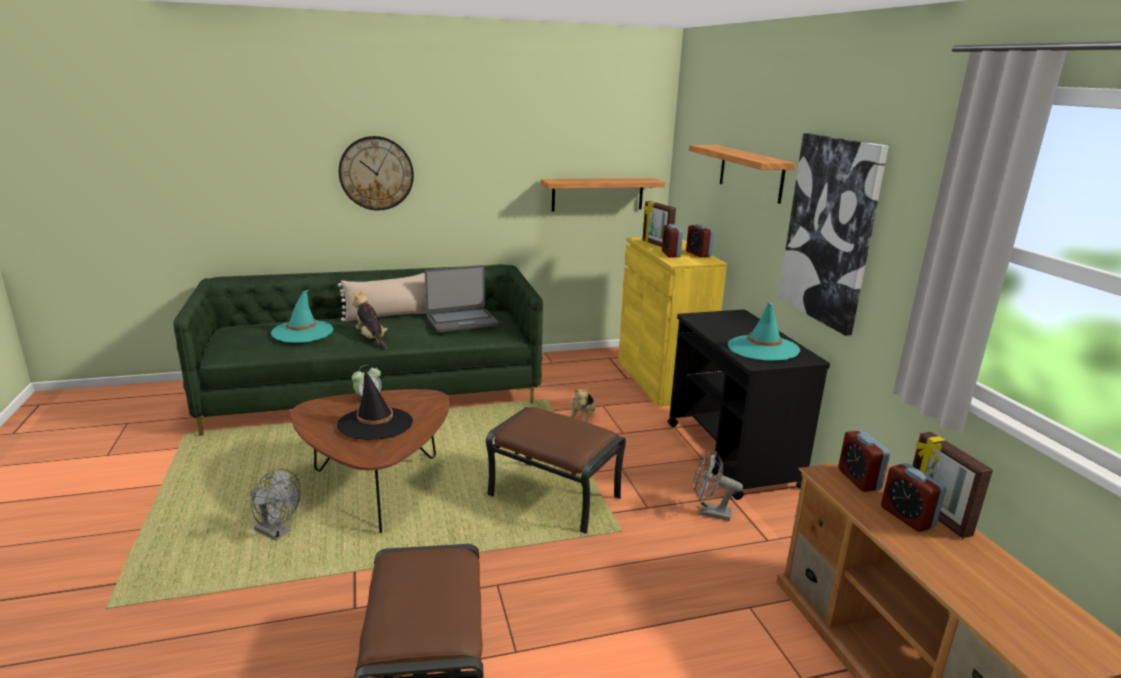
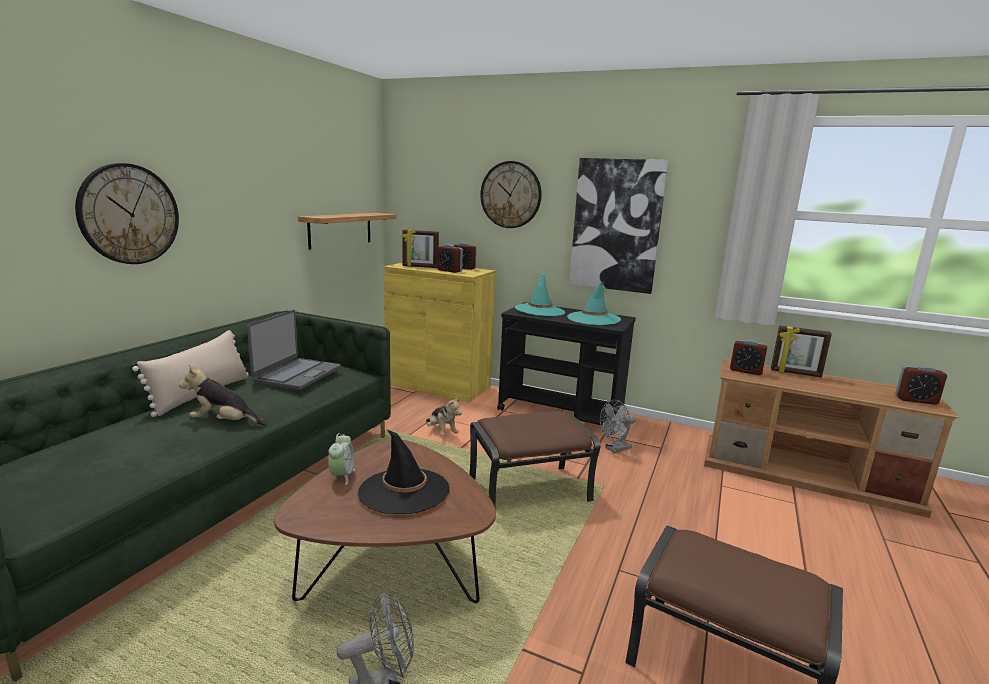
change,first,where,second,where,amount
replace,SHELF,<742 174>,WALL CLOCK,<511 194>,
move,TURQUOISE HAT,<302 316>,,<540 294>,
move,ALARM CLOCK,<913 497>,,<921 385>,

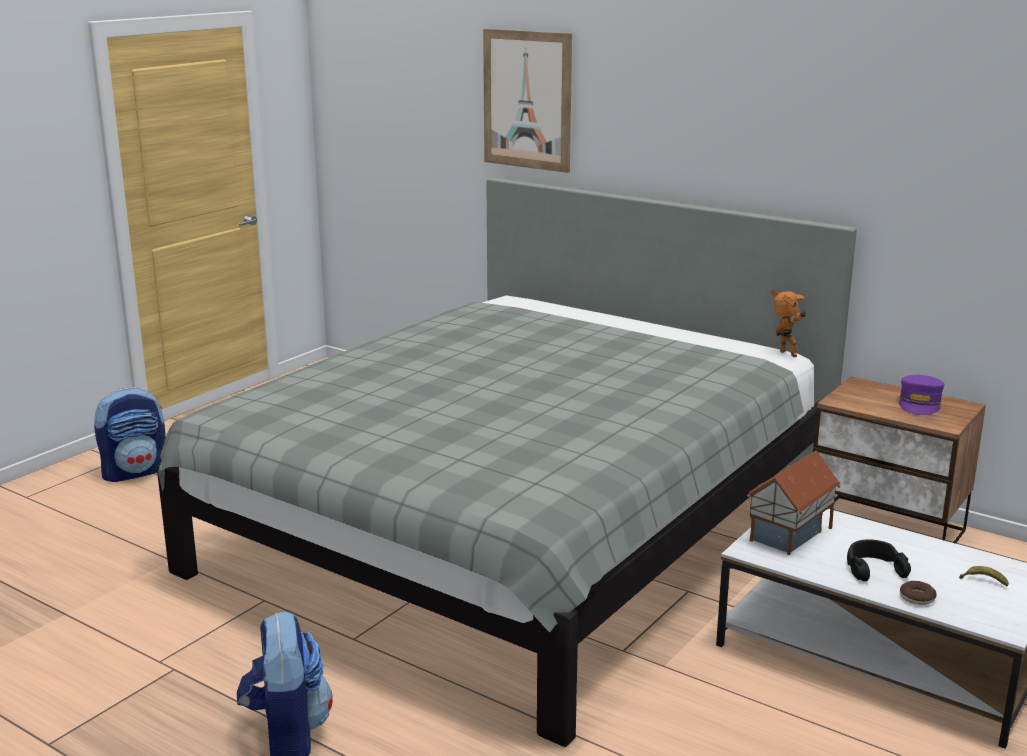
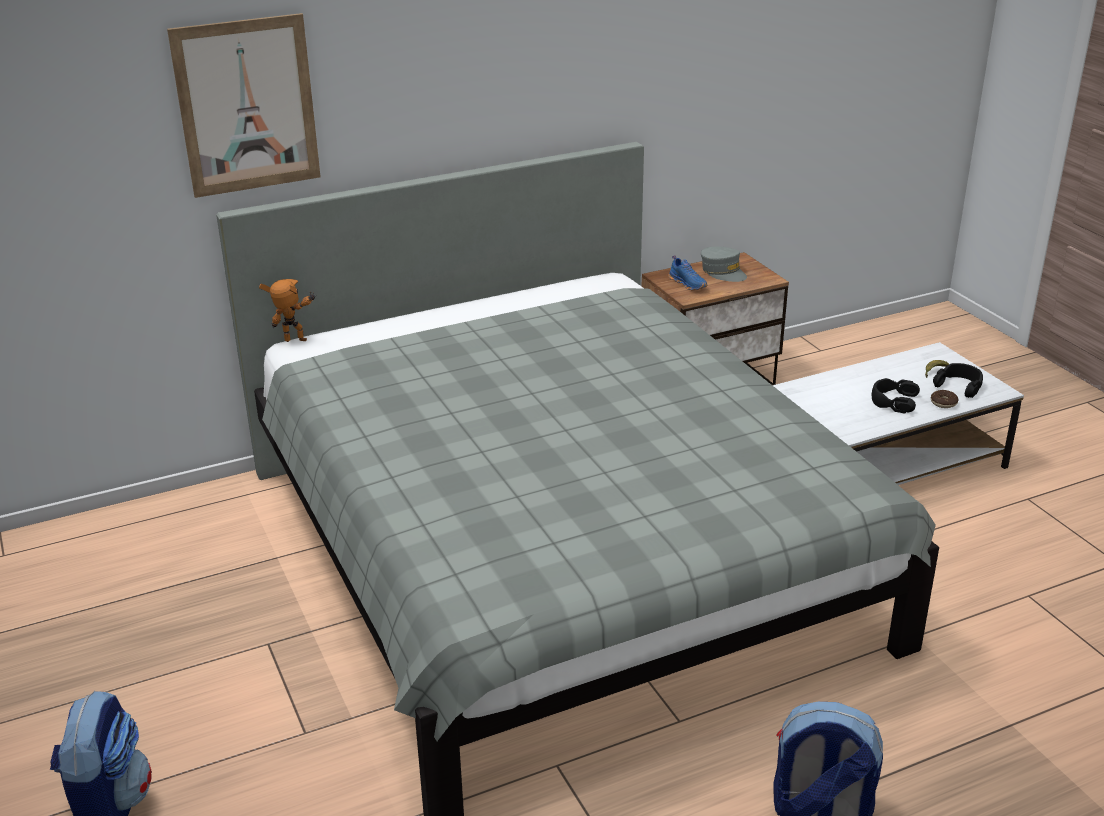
change,first,where,second,where,amount
move,TOY ROBOT,<788 323>,,<287 310>,
recolor,PURPLE CAP,<921 395>,GREY CAP,<724 264>,
delete,TOY HOUSE,<794 502>,,,
insert,,,BLUE SHOE,<687 273>,
insert,,,BLACK HEADPHONES,<958 380>,

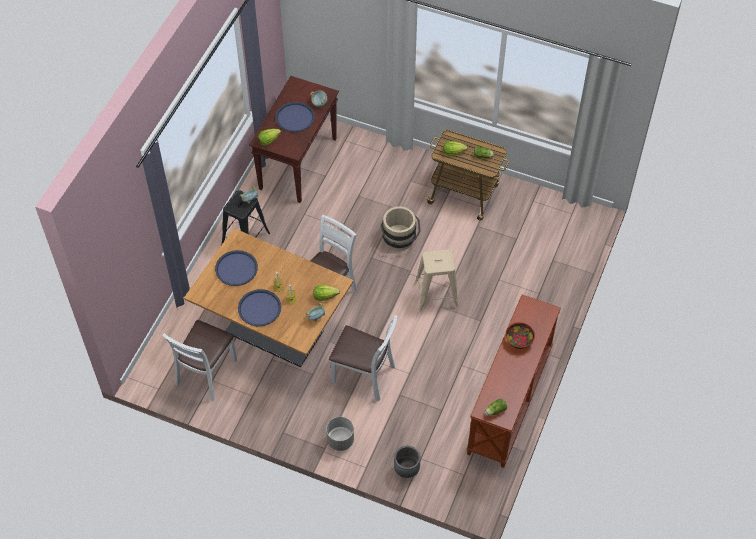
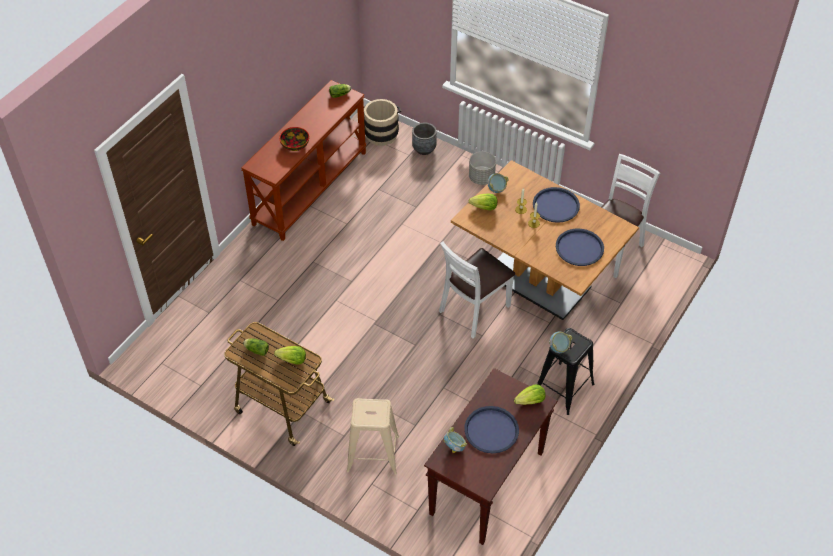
change,first,where,second,where,amount
move,BEIGE BUCKET,<401 228>,,<382 122>,
move,BEIGE STOOL,<436 281>,,<373 436>,
delete,WHITE CHAIR,<363 358>,,,

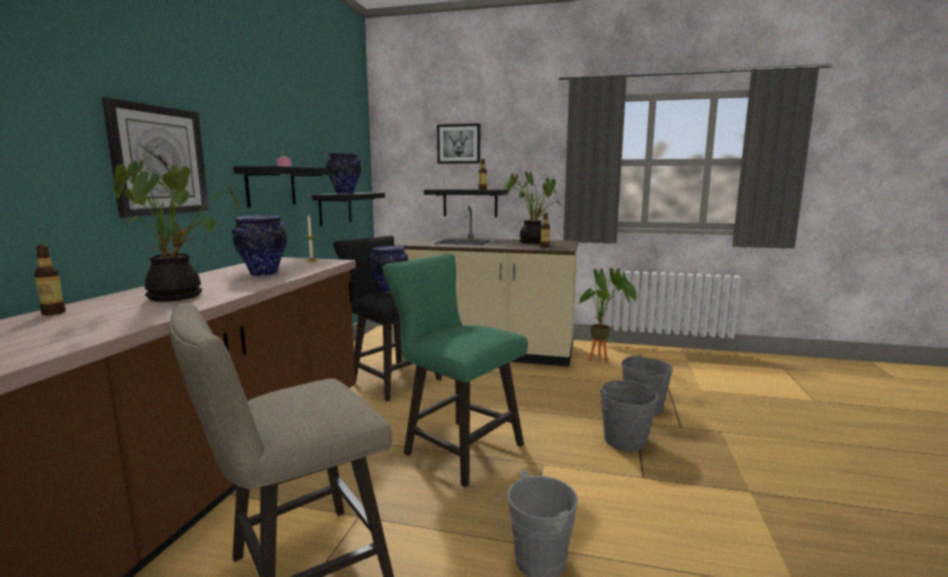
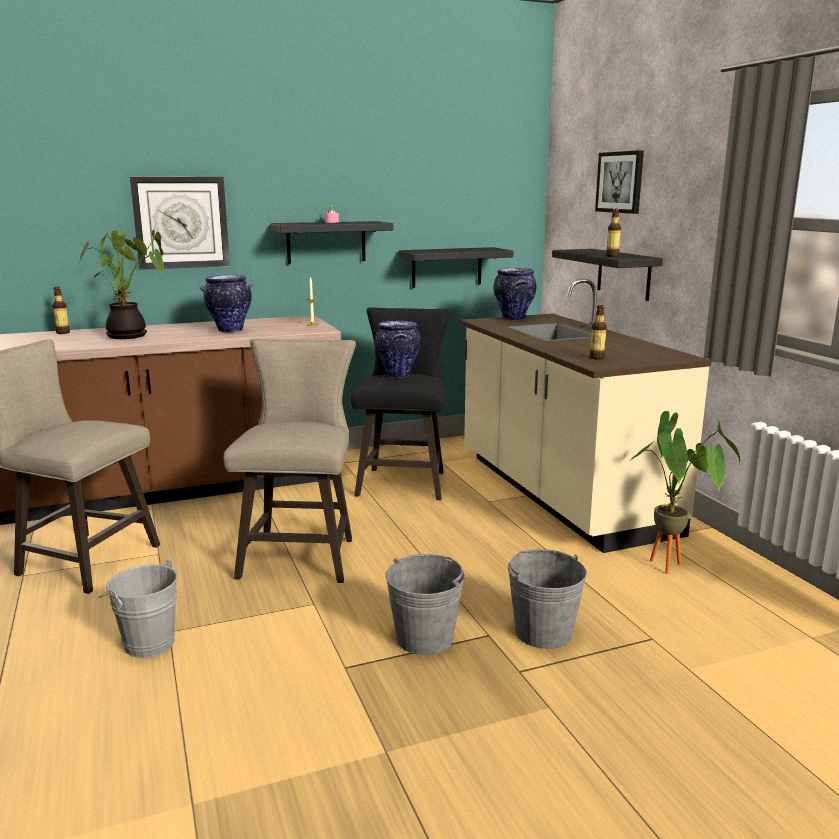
change,first,where,second,where,amount
move,VASE,<343 173>,,<514 294>,
delete,POTTED PLANT,<533 207>,,,
recolor,GREEN STOOL,<455 370>,BEIGE STOOL,<289 461>,

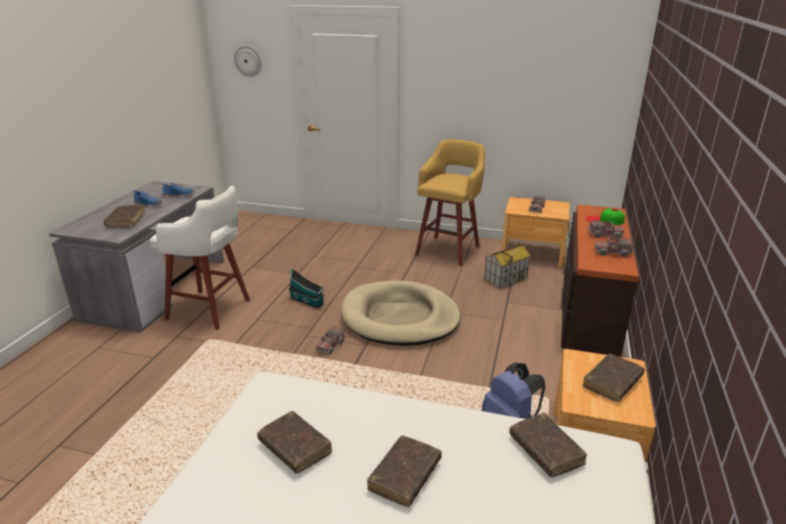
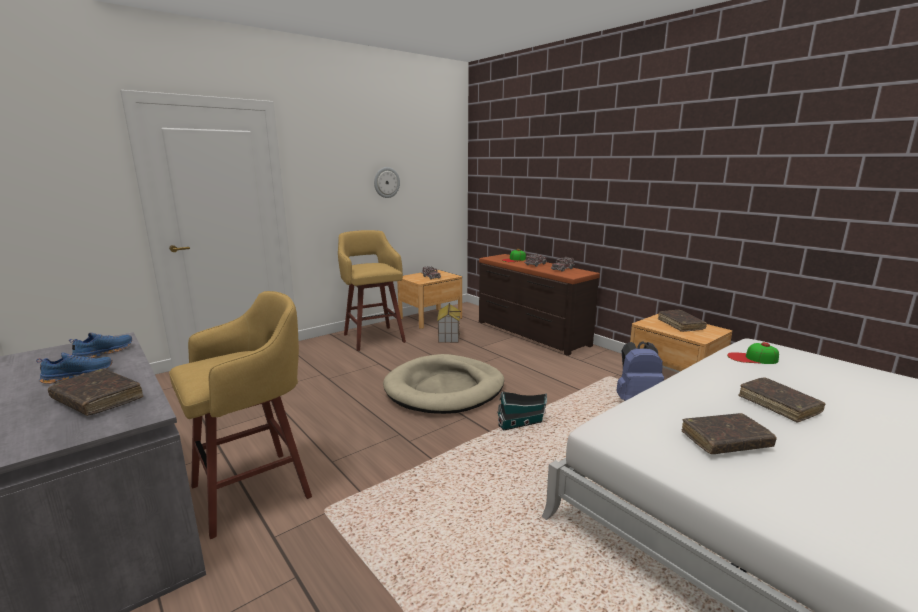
change,first,where,second,where,amount
move,WALL CLOCK,<248 61>,,<387 182>,
recolor,WHITE STOOL,<200 258>,YELLOW STOOL,<240 415>,
move,TOY HOUSE,<306 288>,,<522 410>,
delete,TOY TRUCK,<330 340>,,,
replace,BROWN BOOK,<548 445>,CAP,<753 353>,

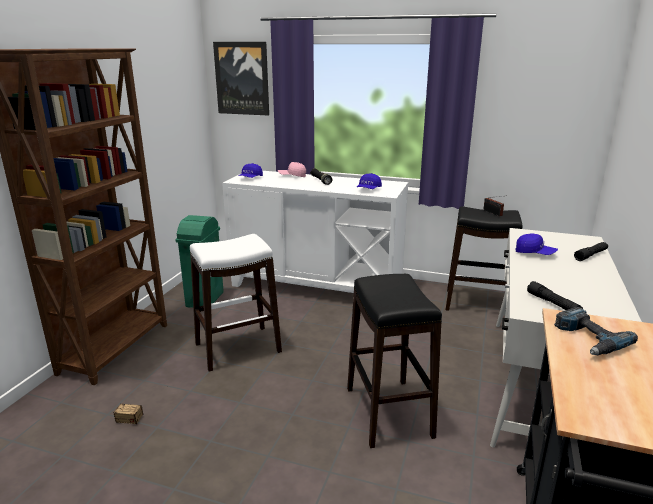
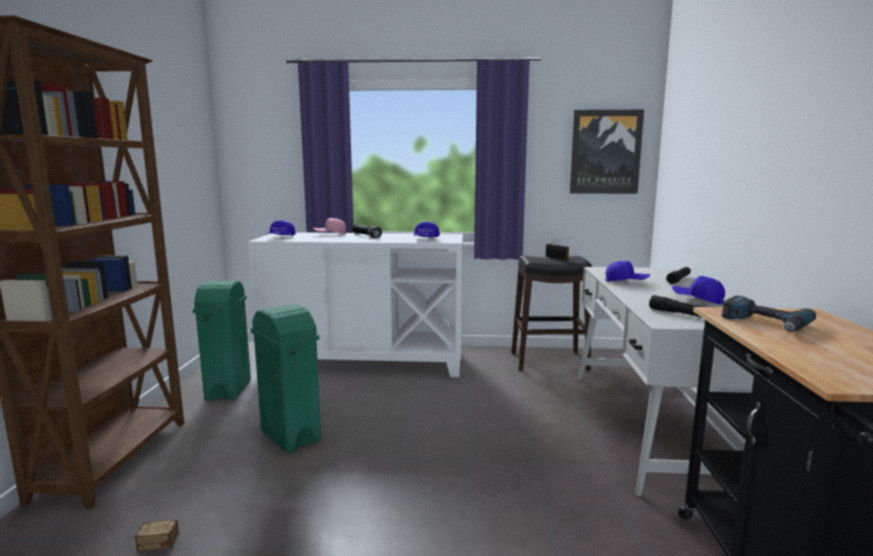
change,first,where,second,where,amount
move,PICTURE,<241 79>,,<607 152>,
replace,WHITE STOOL,<236 303>,GREEN TRASH CAN,<286 378>,
delete,BLACK STOOL,<394 361>,,,
insert,,,BLUE CAP,<698 290>,

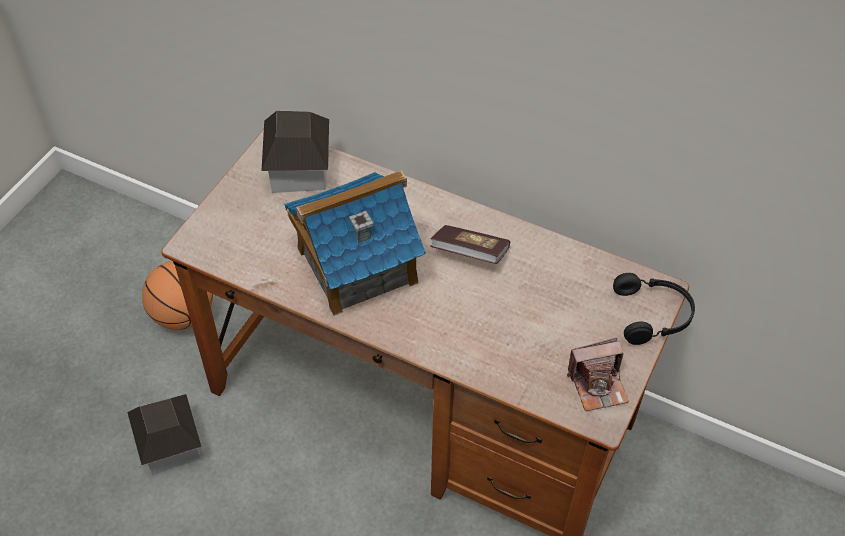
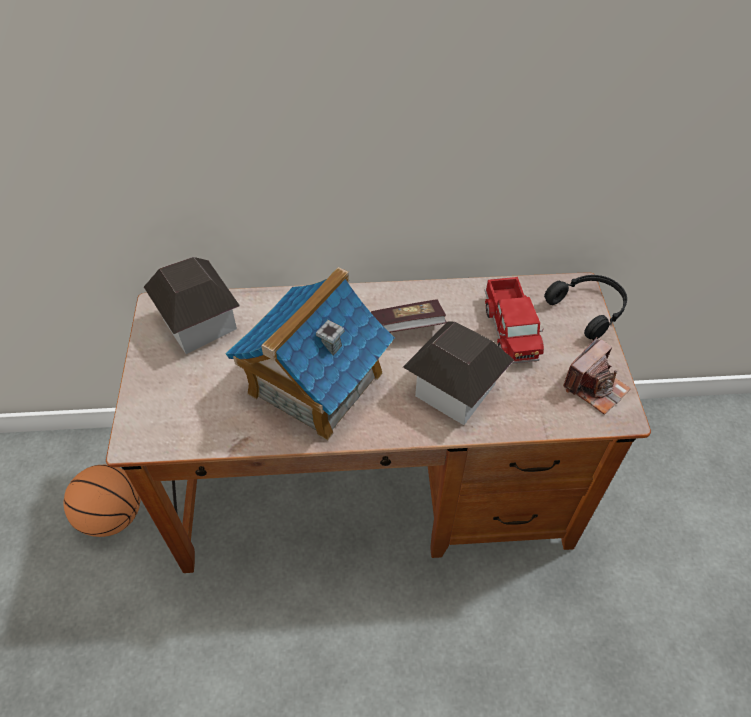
change,first,where,second,where,amount
move,TOY HOUSE,<164 434>,,<458 373>,
insert,,,TOY TRUCK,<514 320>,

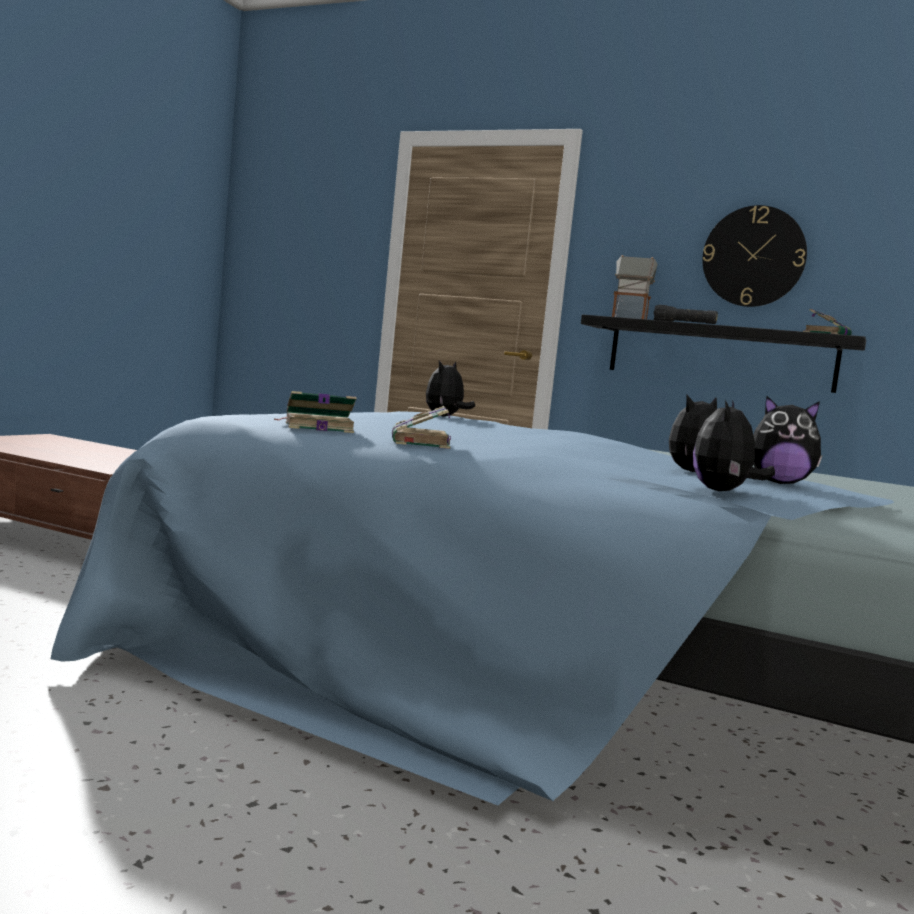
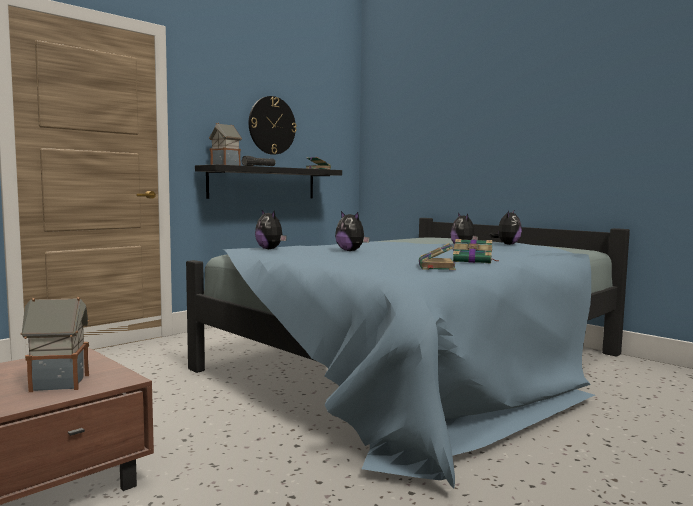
change,first,where,second,where,amount
move,PLUSH TOY,<734 445>,,<352 231>,
insert,,,TOY HOUSE,<55 344>,

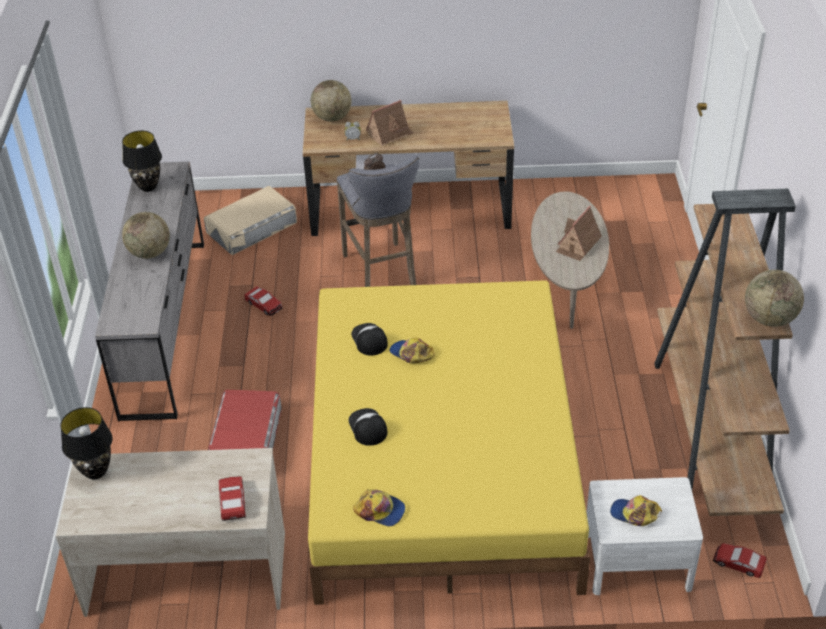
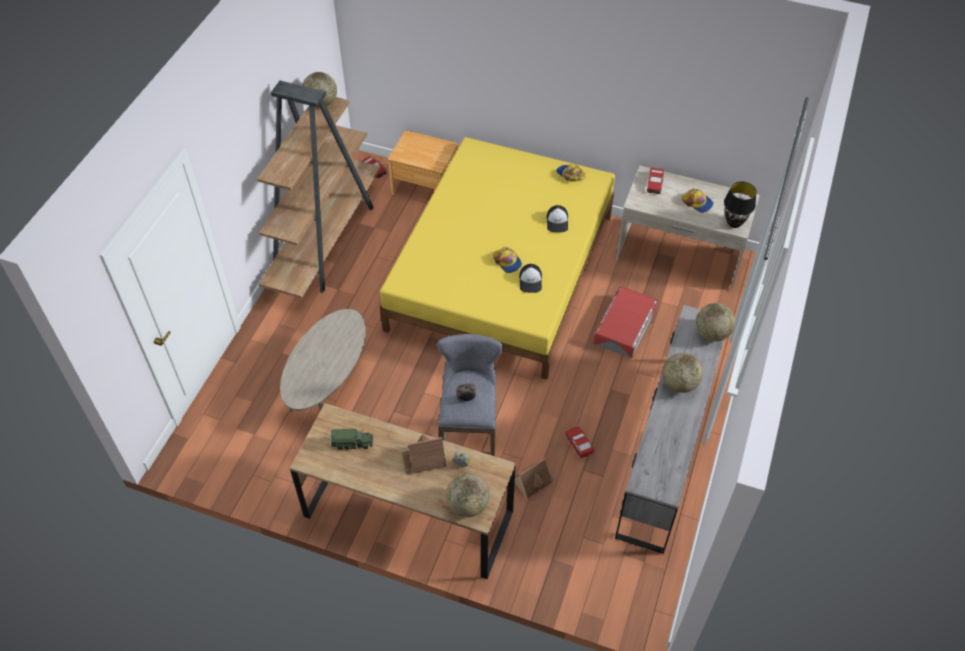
change,first,where,second,where,amount
delete,BLACK TABLE LAMP,<142 161>,,,
delete,BEIGE STORAGE BOX,<250 220>,,,
move,TOY HOUSE,<579 233>,,<535 478>,
recolor,WHITE NIGHTSTAND,<644 536>,BROWN NIGHTSTAND,<423 163>,
move,CAP,<636 510>,,<697 200>,
insert,,,GLOBE,<715 322>,
insert,,,TOY TRUCK,<352 439>,

